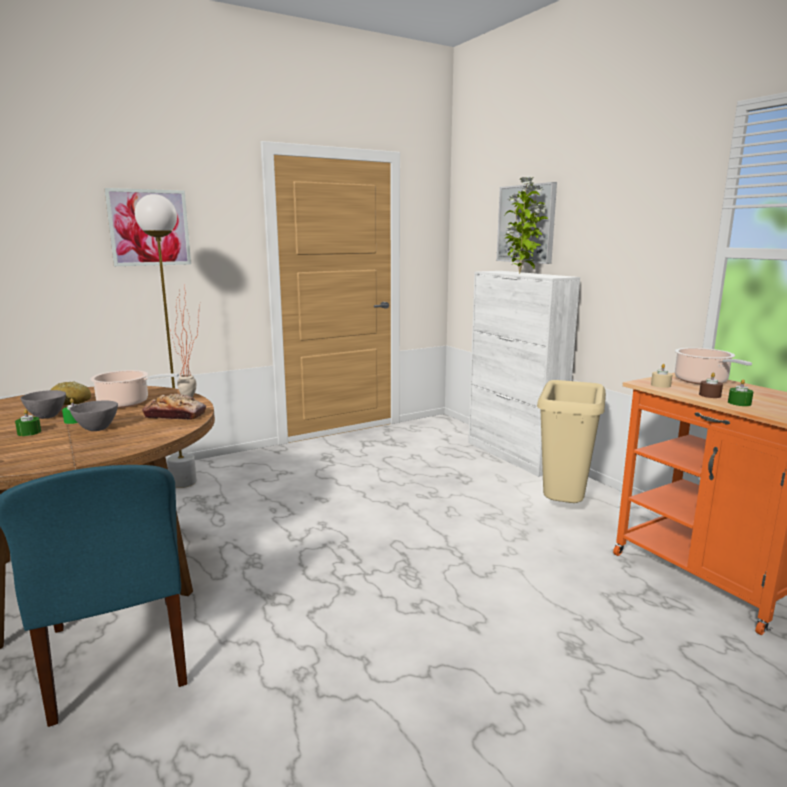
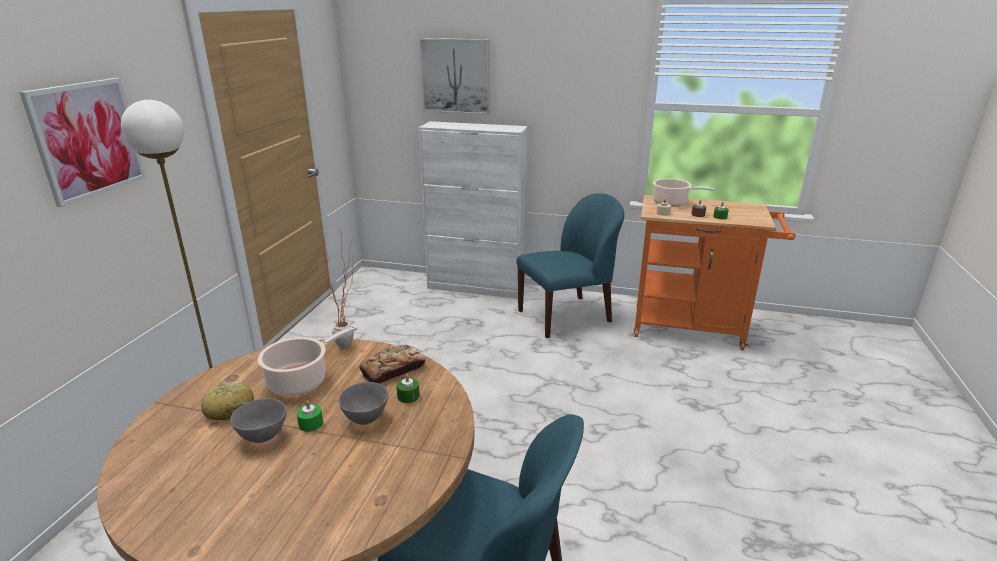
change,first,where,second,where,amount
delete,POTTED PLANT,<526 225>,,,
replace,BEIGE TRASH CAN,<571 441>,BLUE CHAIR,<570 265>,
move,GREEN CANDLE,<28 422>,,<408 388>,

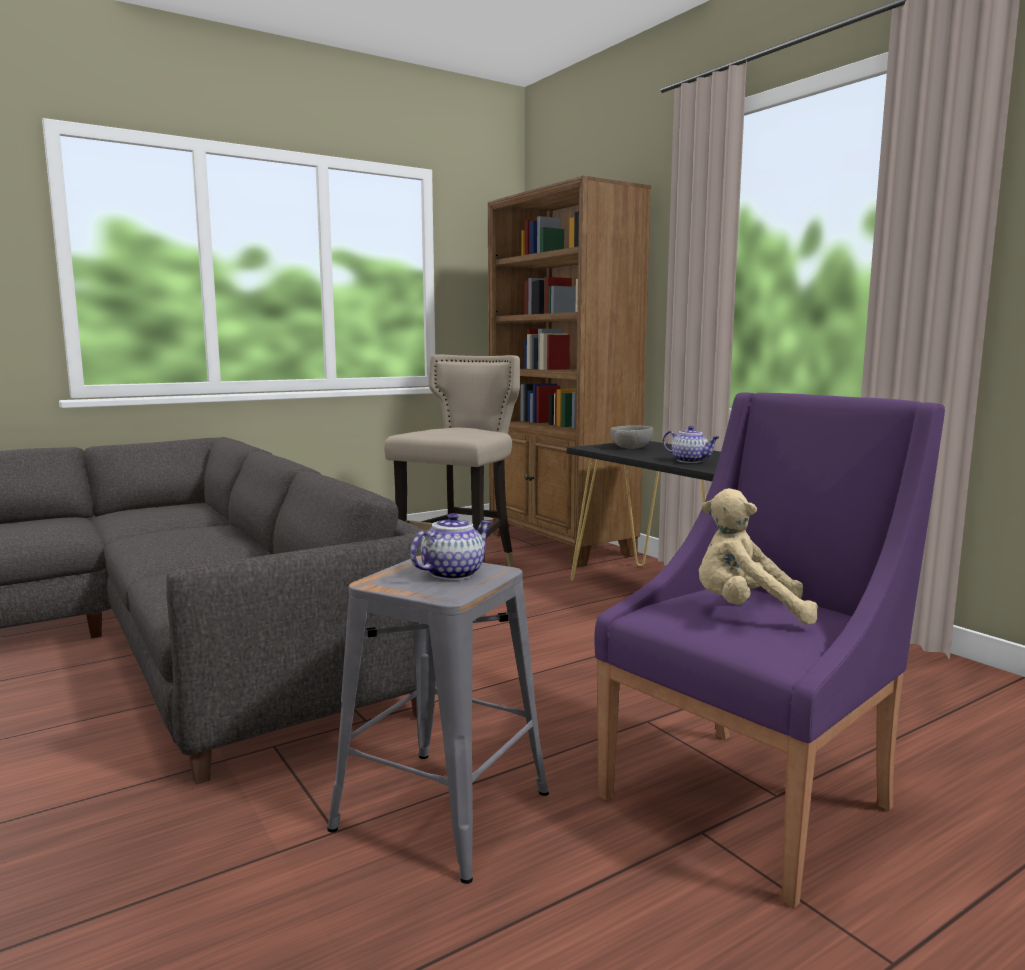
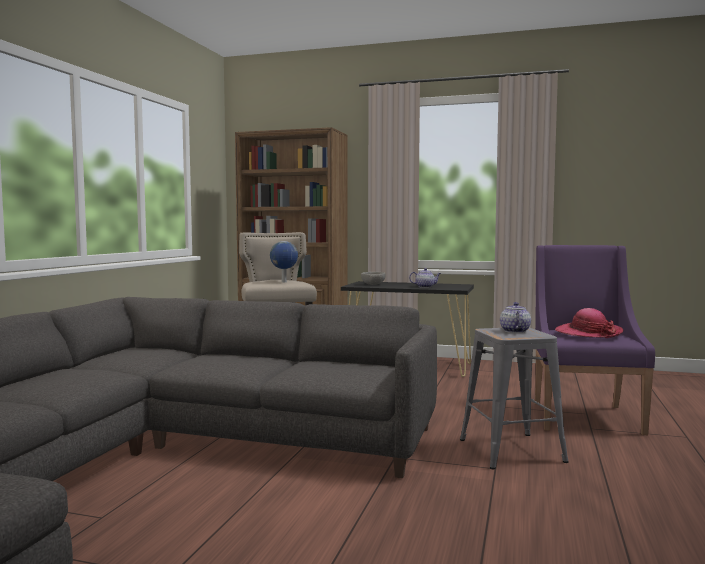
change,first,where,second,where,amount
replace,BEIGE PLUSH TOY,<758 556>,HAT,<589 323>,
insert,,,GLOBE,<284 261>,

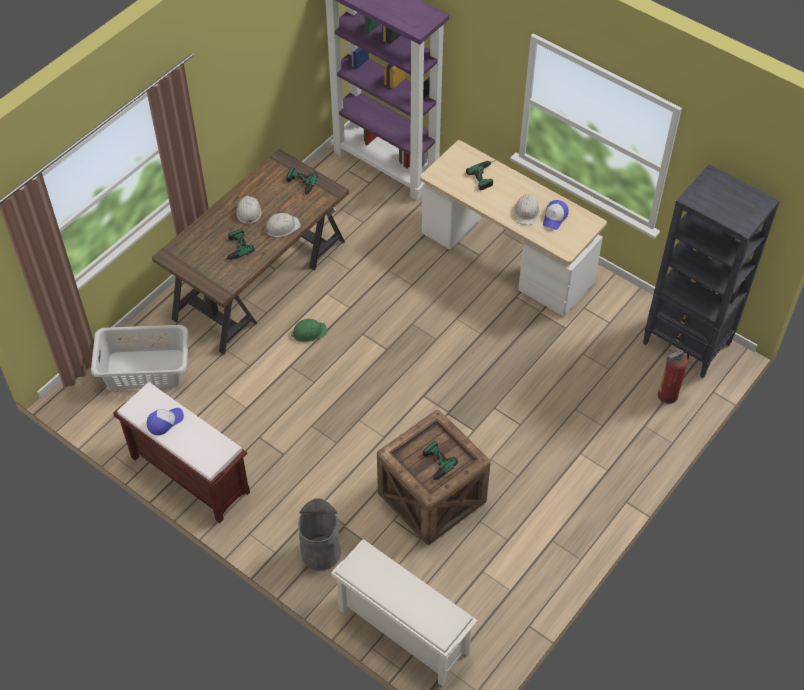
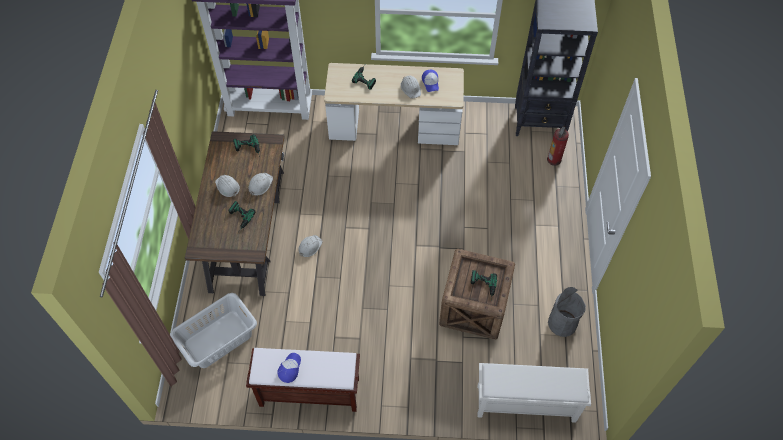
change,first,where,second,where,amount
recolor,GREEN HARD HAT,<309 330>,WHITE HARD HAT,<310 246>,
move,GREY TRASH CAN,<319 534>,,<567 312>,

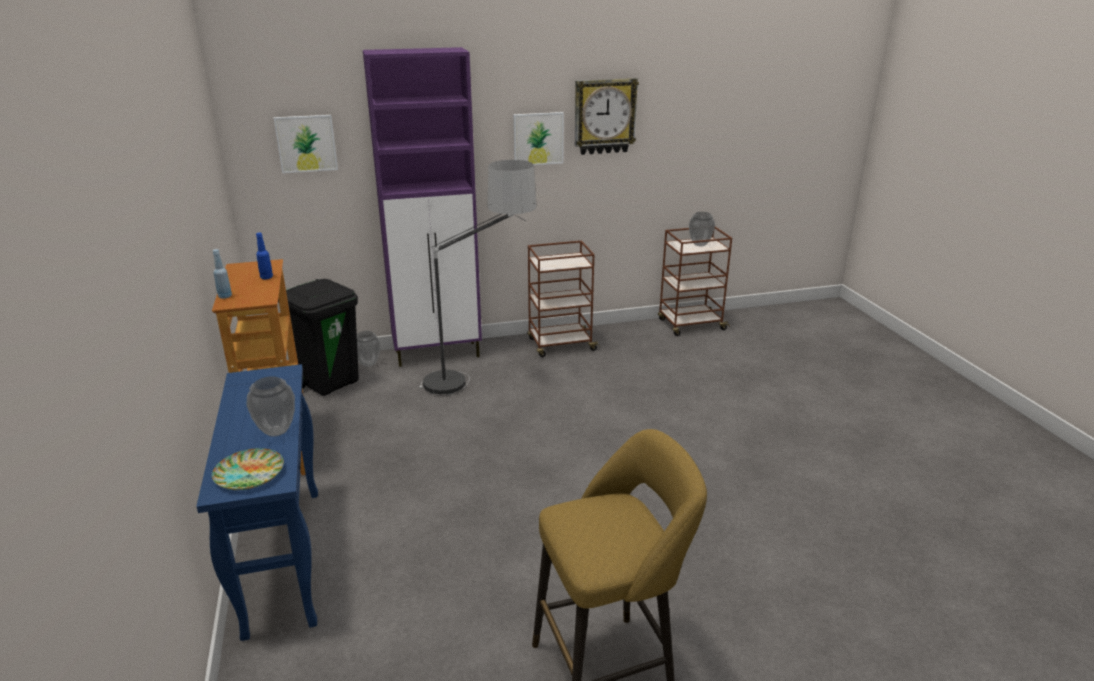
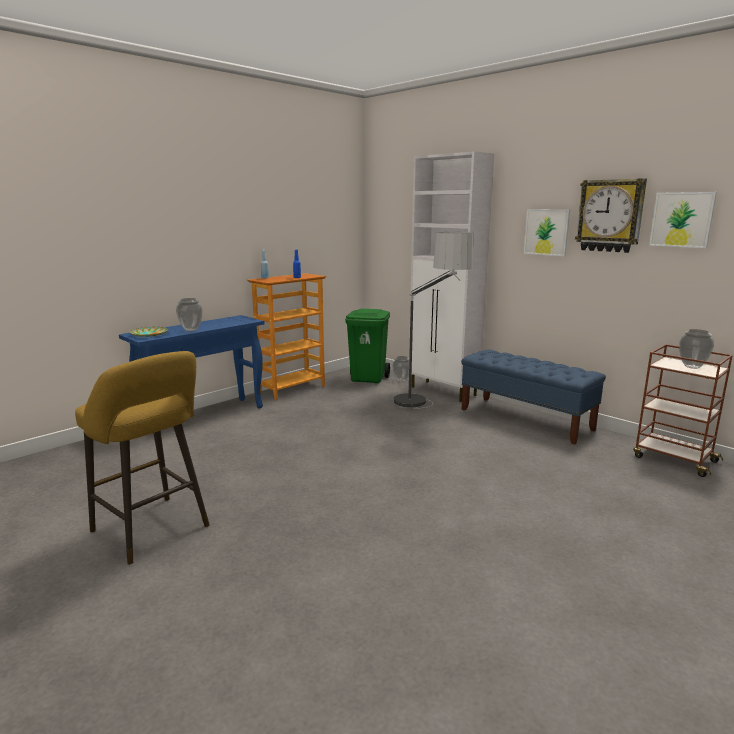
change,first,where,second,where,amount
recolor,PURPLE CABINET,<422 207>,WHITE CABINET,<451 276>,
move,PICTURE,<306 144>,,<683 220>,
replace,BROWN CART,<563 299>,BLUE BENCH,<533 397>,
recolor,BLACK TRASH CAN,<318 337>,GREEN TRASH CAN,<367 346>,

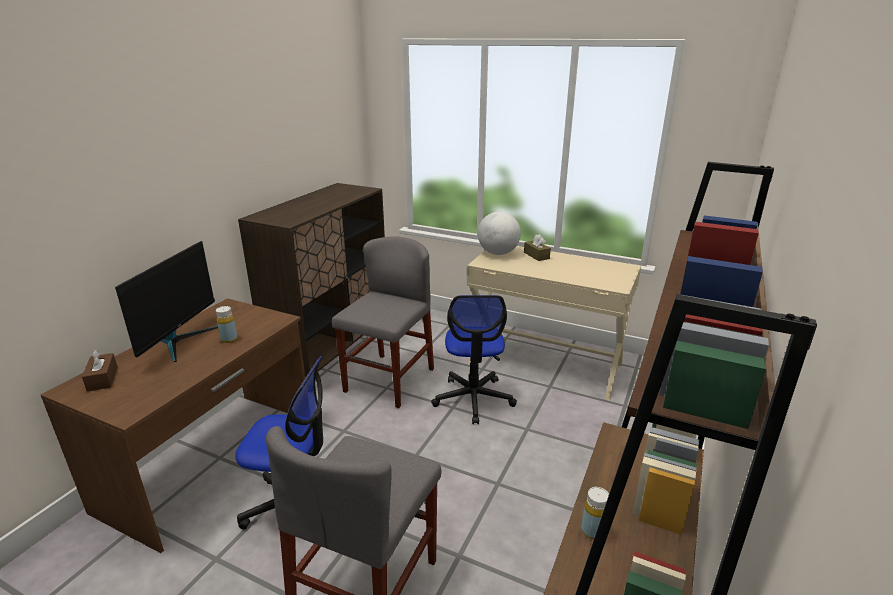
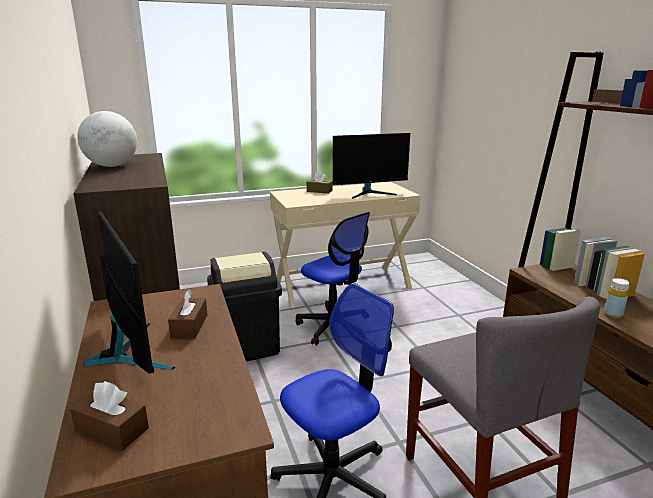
change,first,where,second,where,amount
move,GLOBE,<499 233>,,<107 139>,
replace,GREY CHAIR,<383 322>,BLACK TRASH CAN,<244 306>,
replace,YELLOW BOTTLE,<226 324>,BROWN TISSUE BOX,<187 314>,
insert,,,MONITOR,<371 166>,

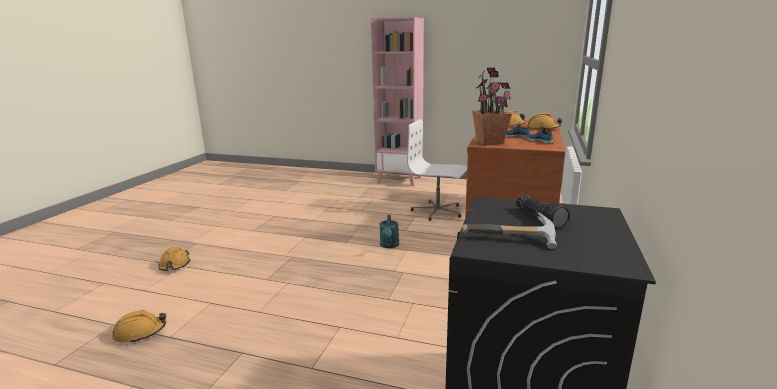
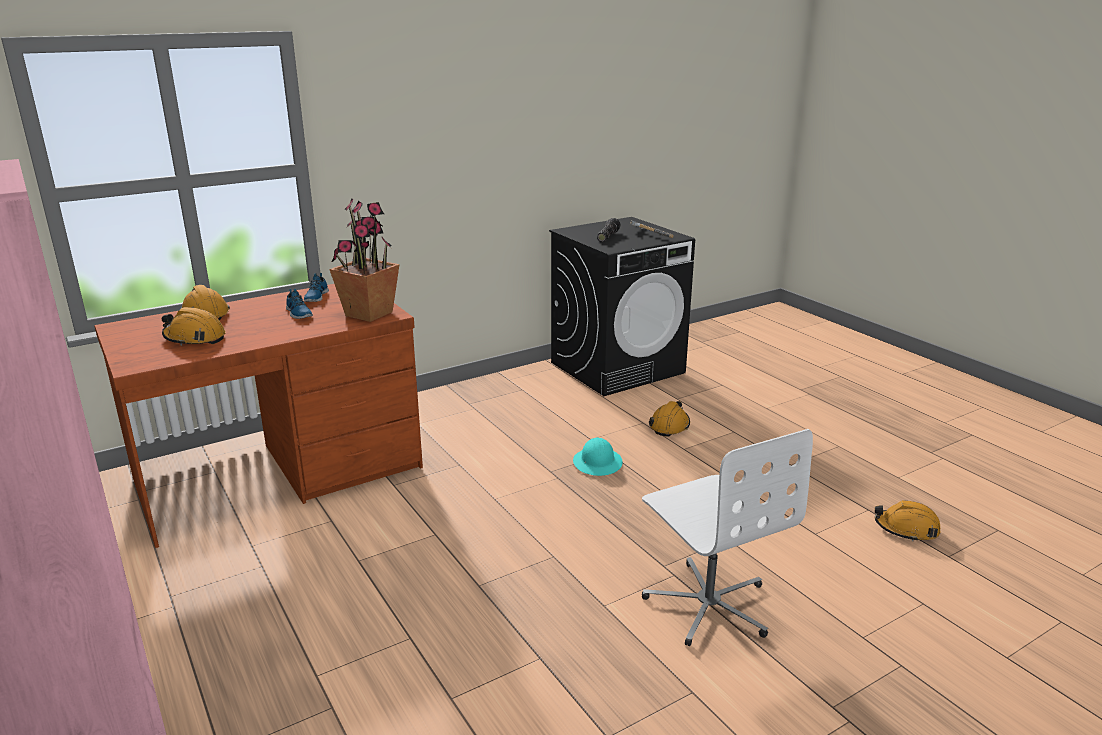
change,first,where,second,where,amount
move,WHITE OFFICE CHAIR,<437 170>,,<727 537>,
delete,TURQUOISE WATERING CAN,<389 231>,,,
move,ORANGE HARD HAT,<174 259>,,<669 419>,
insert,,,TURQUOISE HARD HAT,<598 457>,

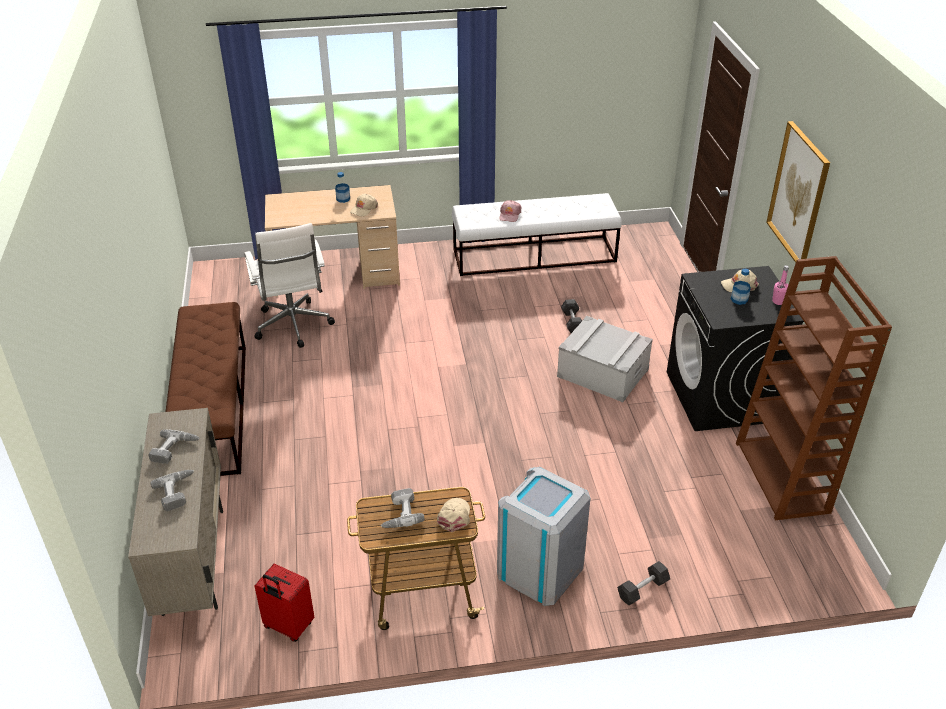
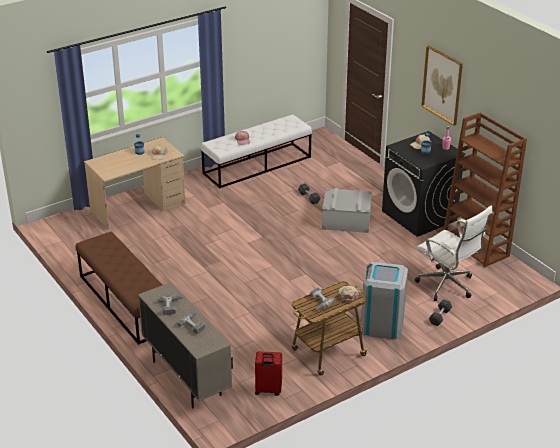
change,first,where,second,where,amount
move,WHITE OFFICE CHAIR,<289 285>,,<453 253>,

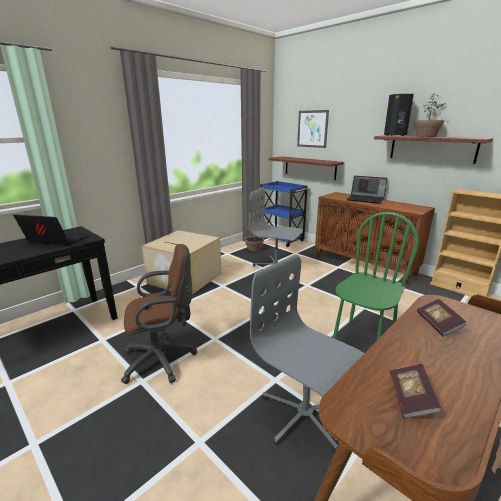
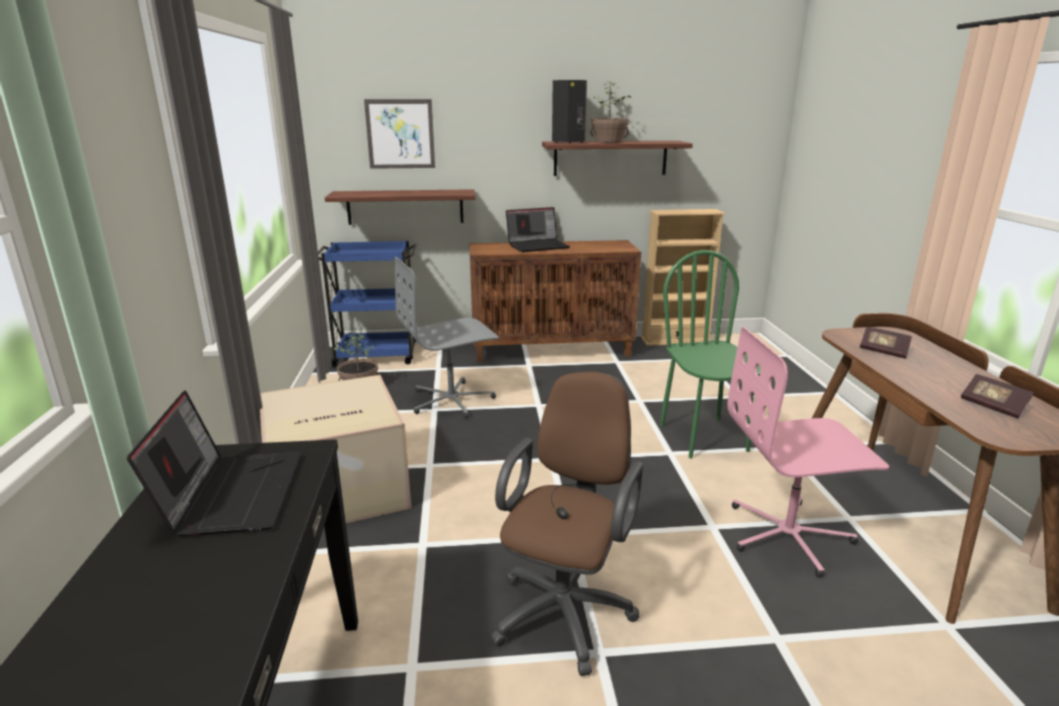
change,first,where,second,where,amount
rotate,LAPTOP,<51 229>,,<214 463>,120 degrees clockwise
recolor,GREY OFFICE CHAIR,<307 354>,PINK OFFICE CHAIR,<808 452>,

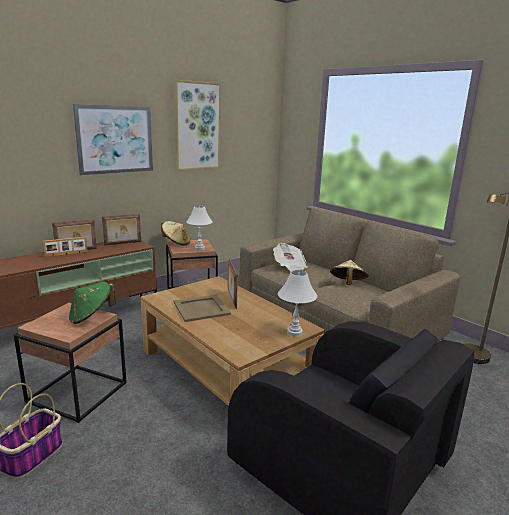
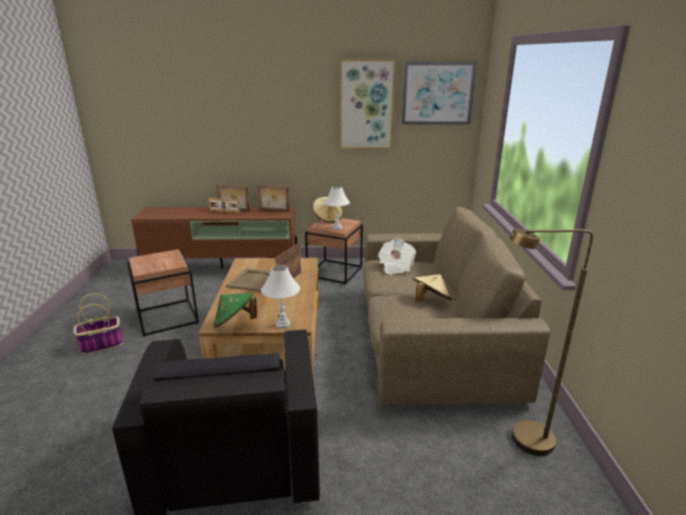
change,first,where,second,where,amount
move,PICTURE,<113 139>,,<439 93>,
move,GREEN HAT,<92 303>,,<235 310>,

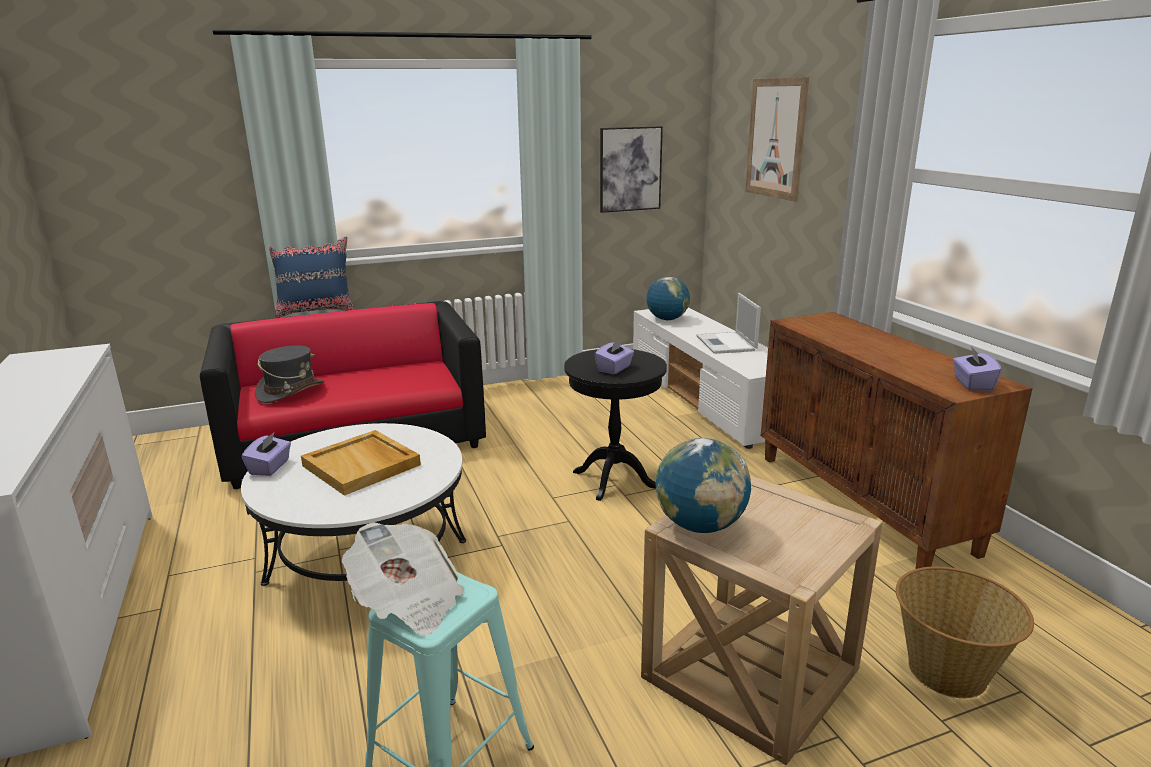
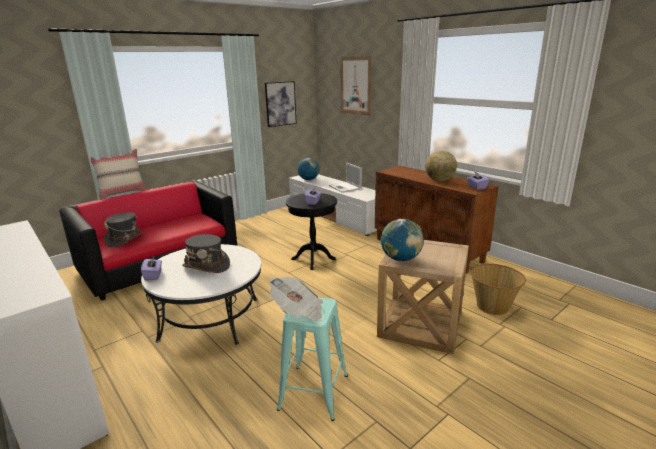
change,first,where,second,where,amount
recolor,BLUE PILLOW,<312 277>,BEIGE PILLOW,<119 174>,
replace,BEIGE TRAY,<361 463>,GREY HAT,<206 253>,
insert,,,GLOBE,<441 166>,

